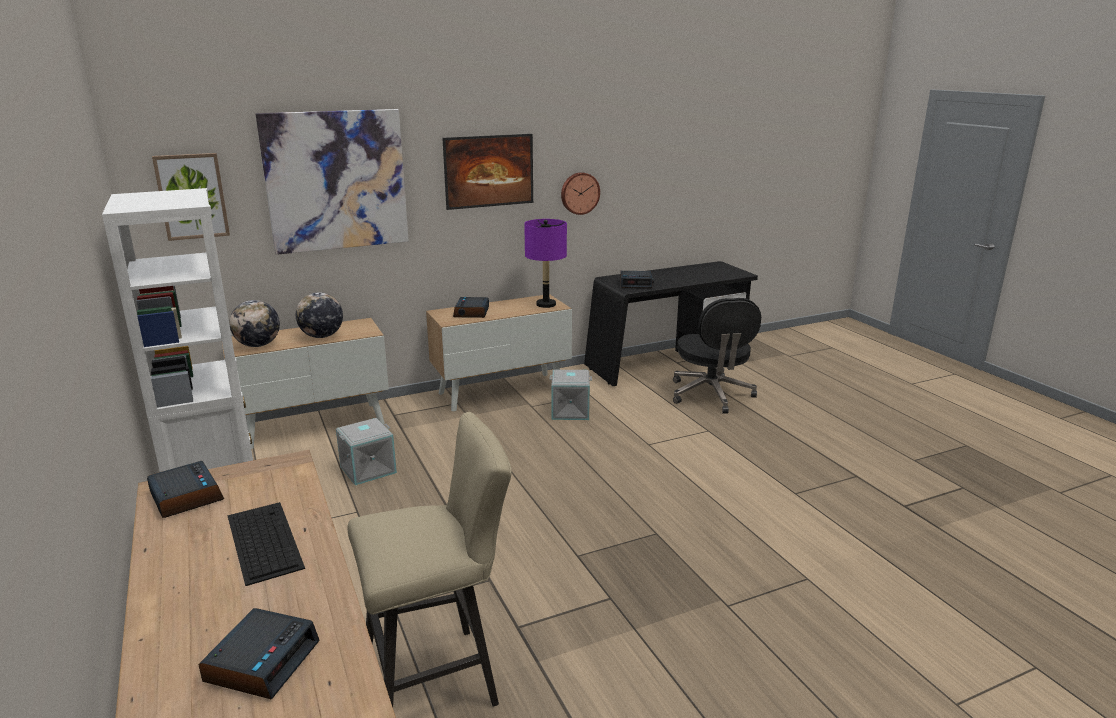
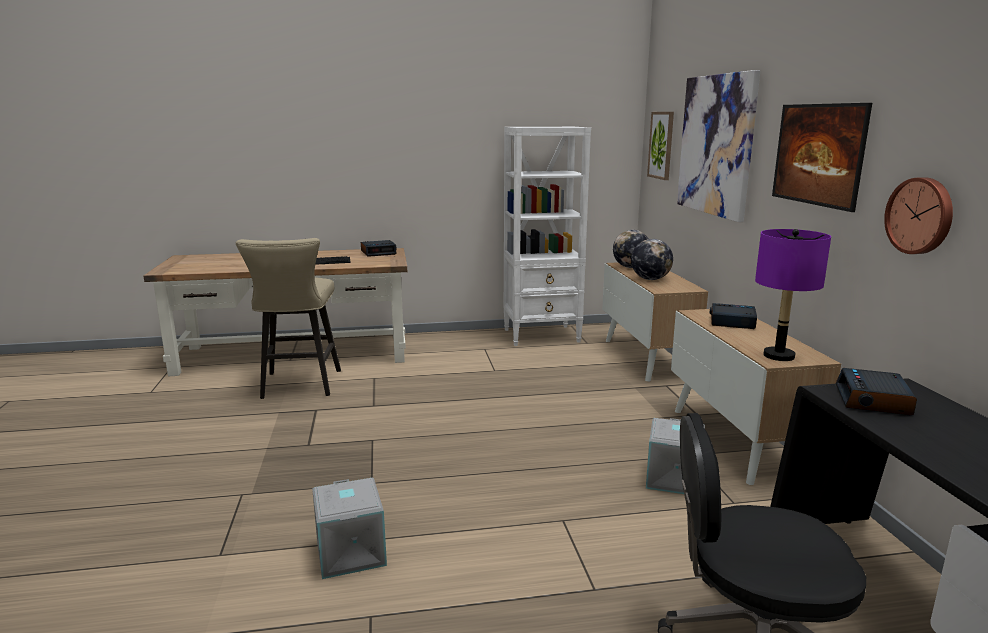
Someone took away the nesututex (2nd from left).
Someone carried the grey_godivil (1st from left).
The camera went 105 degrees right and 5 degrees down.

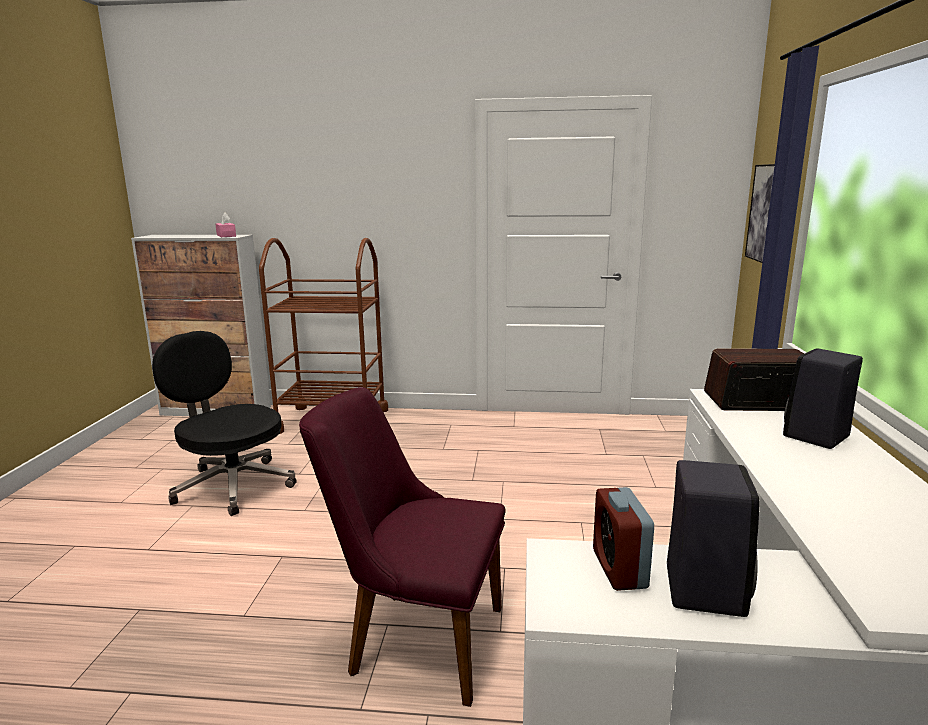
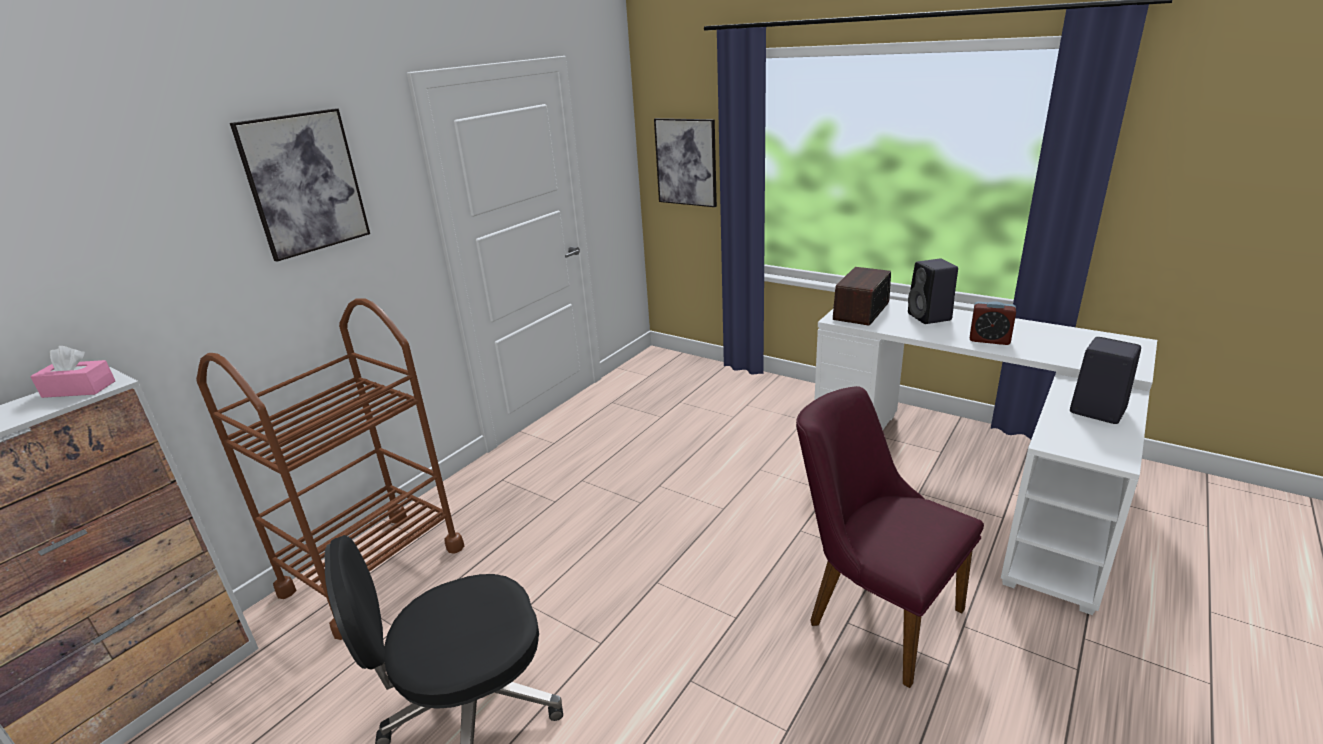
Someone put up the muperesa (1st from left).
Someone carried the nesututex.
Someone rotated the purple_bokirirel by 90 degrees clockwise.
The camera went 60 degrees left and 10 degrees up.

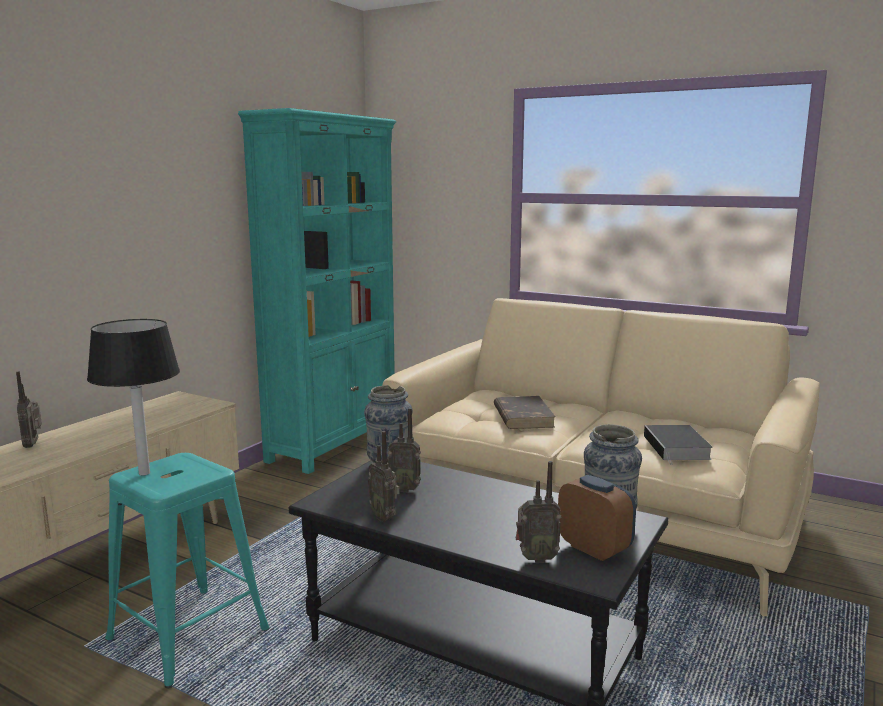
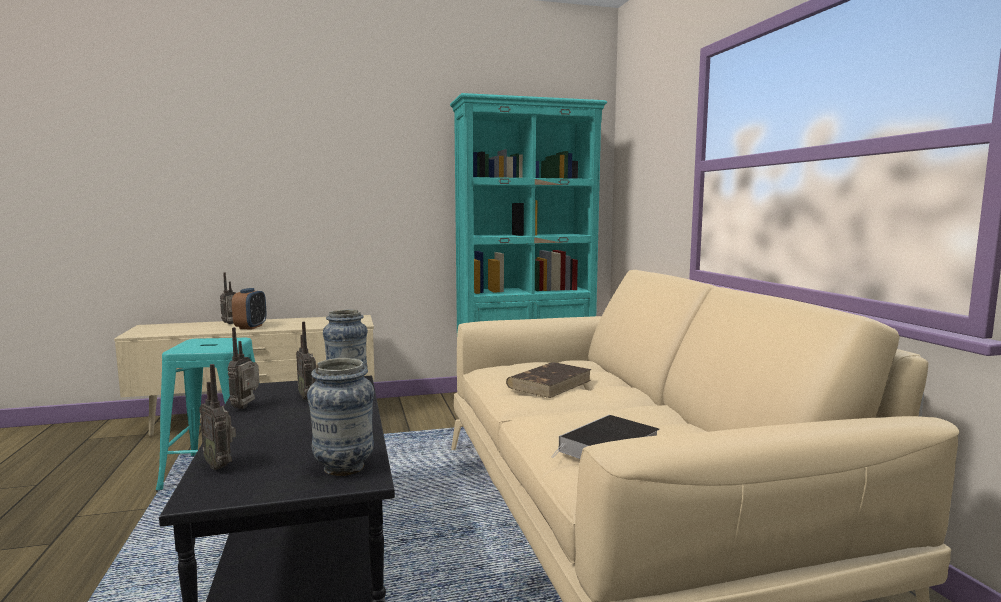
Someone took away the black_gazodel.
Someone carried the nesututex.
The camera went 45 degrees right and 5 degrees down.

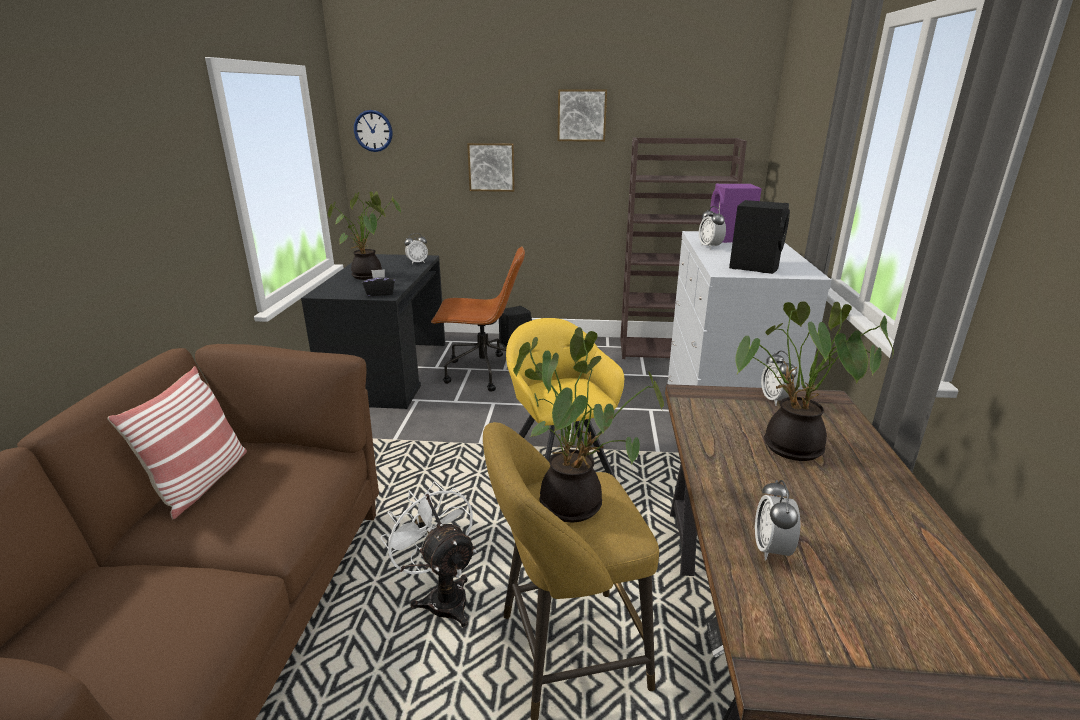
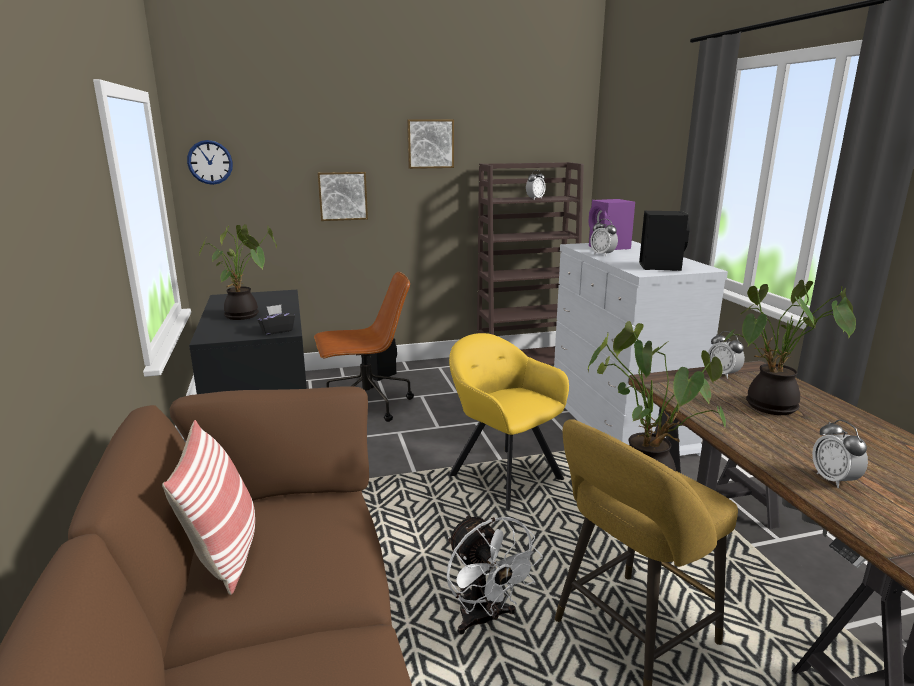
Someone carried the nesututex (1st from left).
Someone rotated the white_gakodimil by 150 degrees counterclockwise.
The camera went 20 degrees left and 5 degrees down.

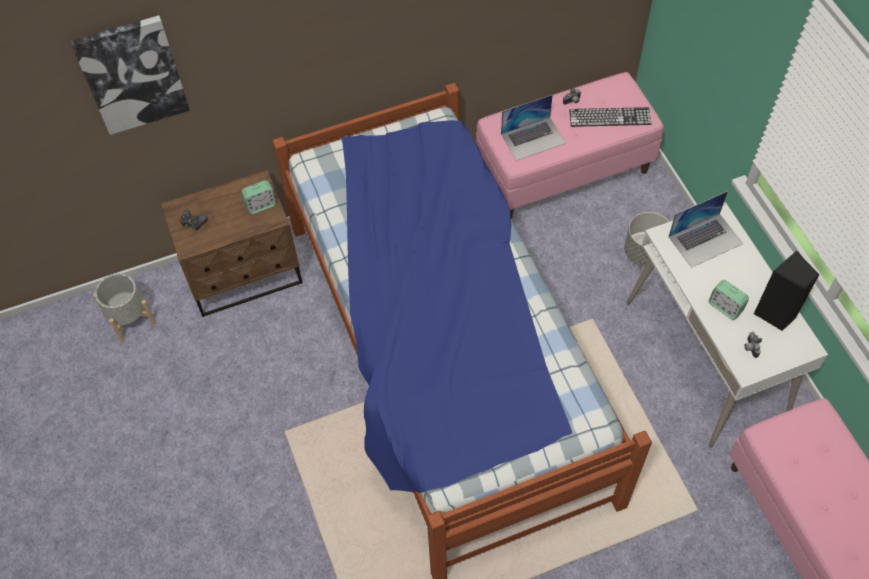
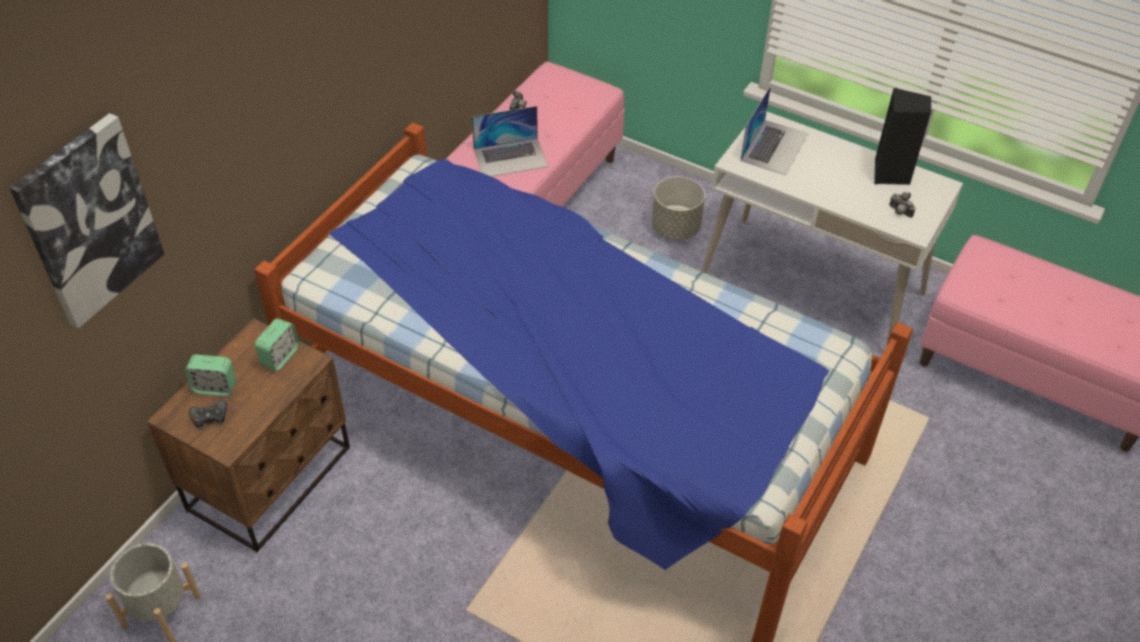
Someone took away the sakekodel.
Someone carried the nesututex (2nd from left in the first image).
Someone rotated the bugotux (1st from left) by 45 degrees clockwise.
The camera went 40 degrees left and 10 degrees down.

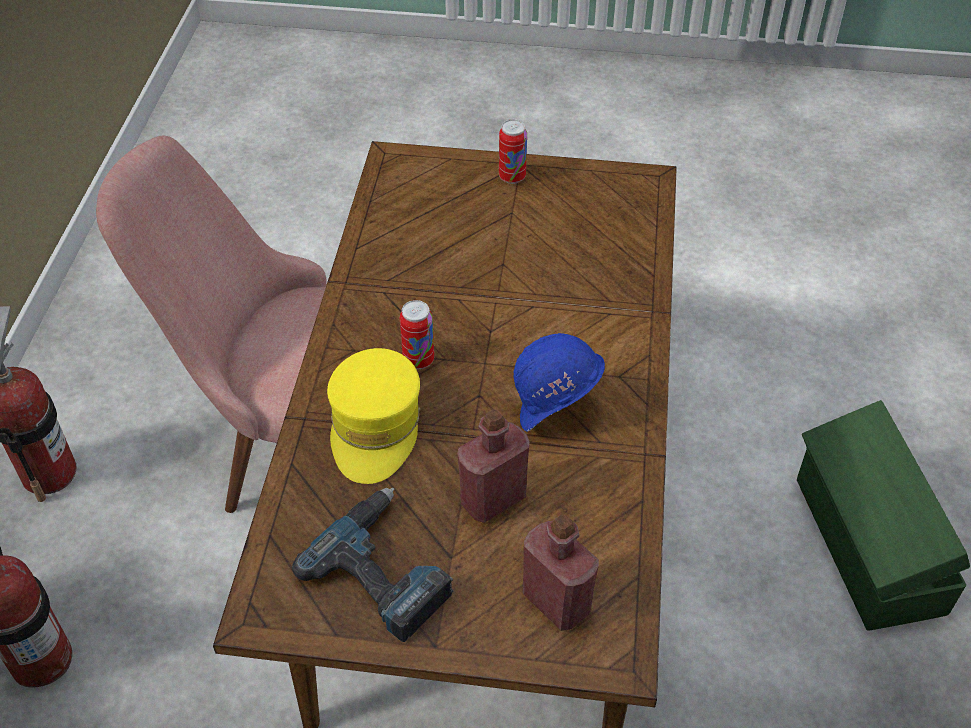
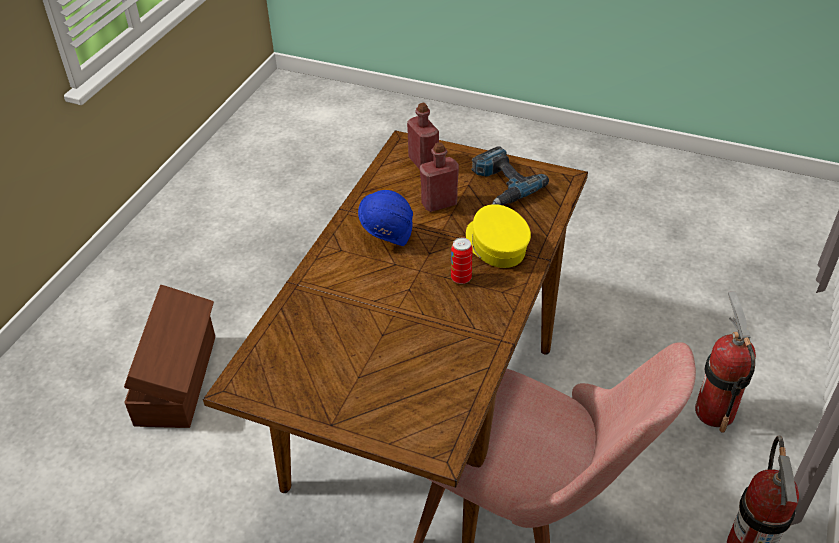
Someone took away the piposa (2nd from left).
Someone repainted the green_godivil, which became the brown_godivil.
Someone rotated the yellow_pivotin by 45 degrees counterclockwise.
The camera went 165 degrees left and 5 degrees down.

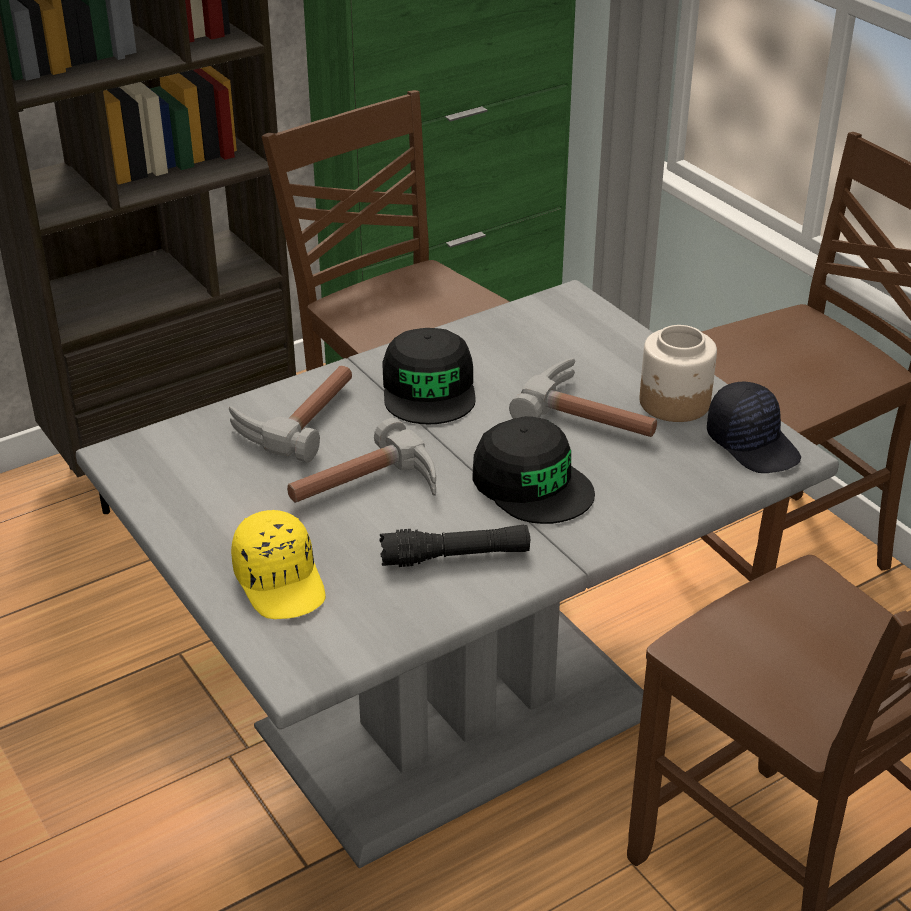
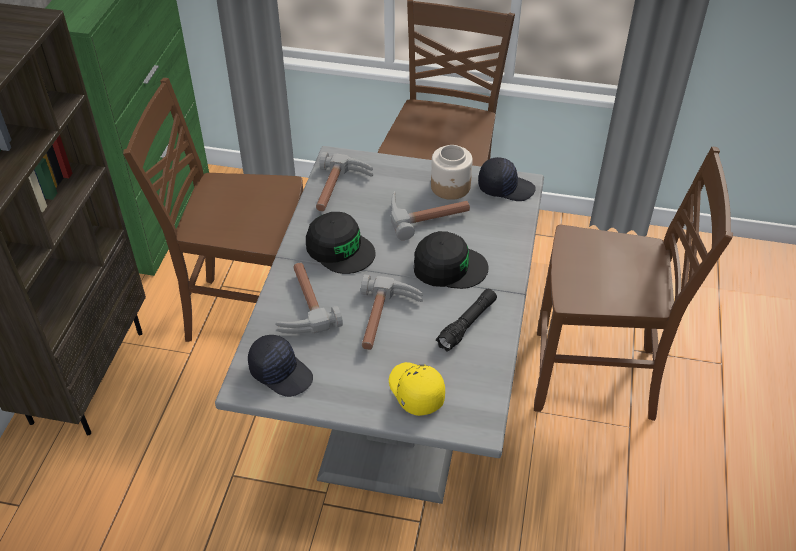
Someone put down the black_pivotin (1st from left).
Someone put down the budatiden (2nd from left).
Someone rotated the yellow_pivotin by 135 degrees counterclockwise.
The camera went 45 degrees left and 10 degrees up.

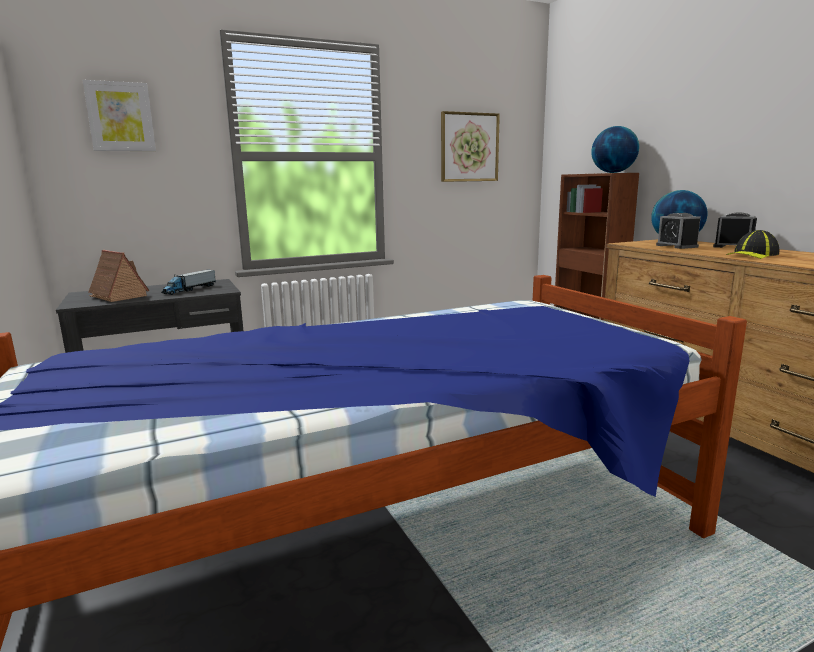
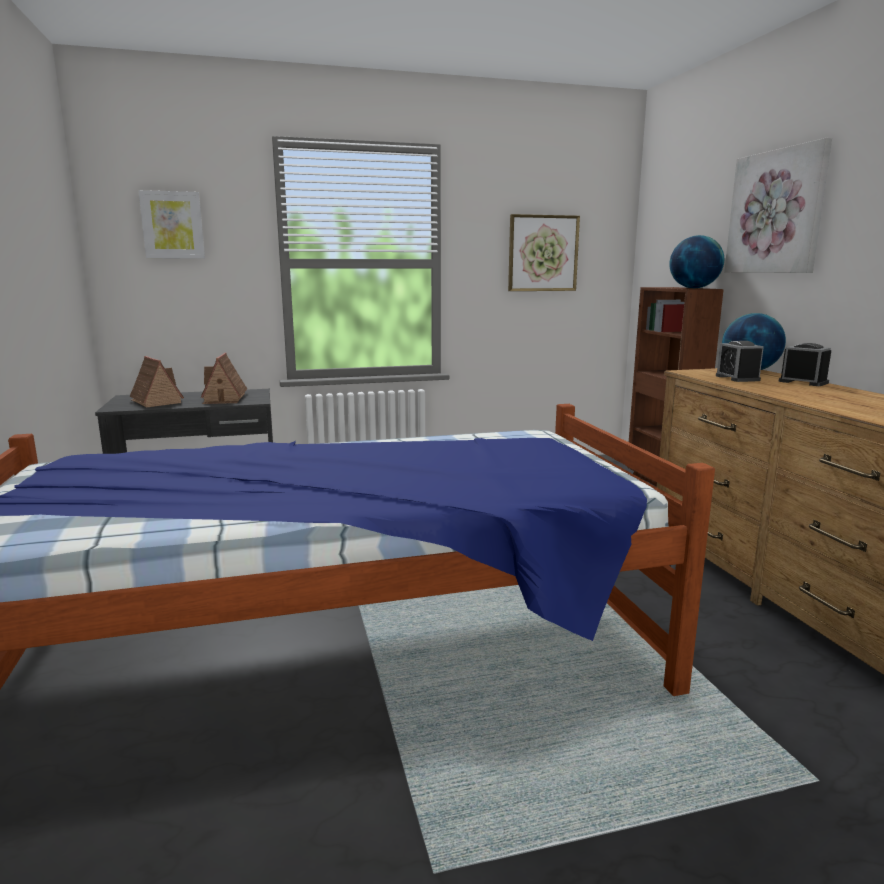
Someone took away the pivotin.
Someone put up the muperesa (3rd from left).
Someone swapped the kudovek for the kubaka (2nd from left).
The camera went 10 degrees right and 0 degrees up.

